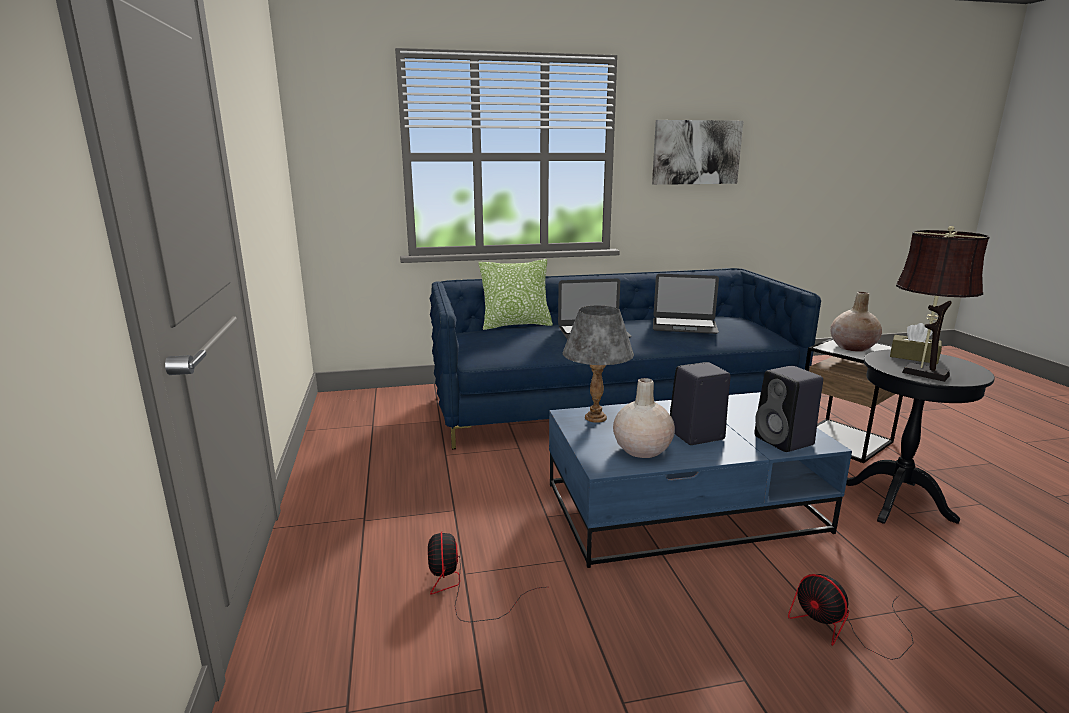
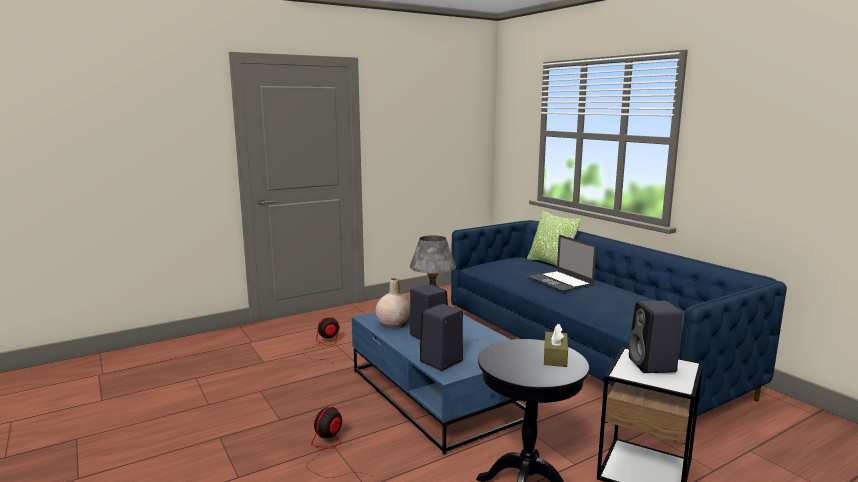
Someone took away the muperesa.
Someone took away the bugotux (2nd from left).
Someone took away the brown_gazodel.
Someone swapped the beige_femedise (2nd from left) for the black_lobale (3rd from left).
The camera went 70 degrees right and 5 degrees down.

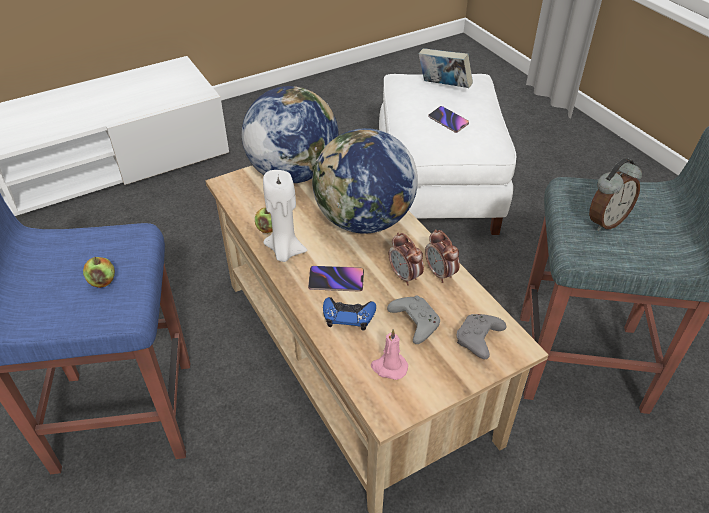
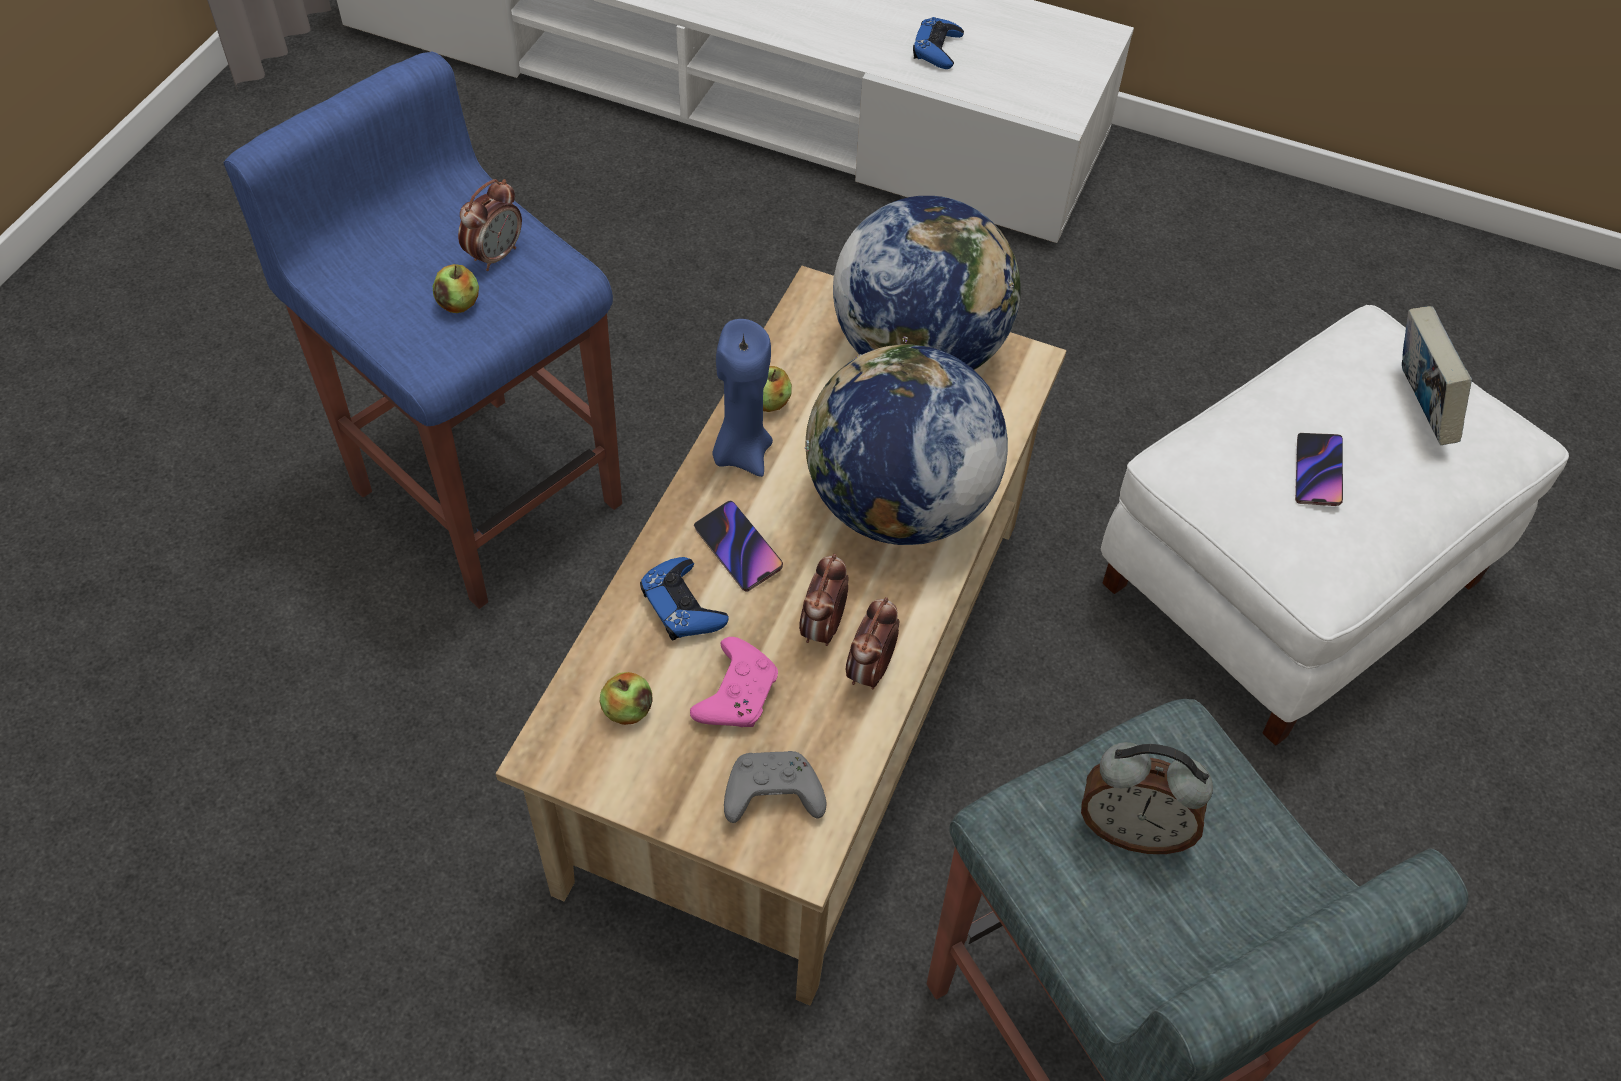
Someone put down the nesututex (1st from left).
Someone put down the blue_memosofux (2nd from left).
Someone swapped the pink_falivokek for the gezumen (2nd from left).
Someone repainted the white_falivokek, which became the blue_falivokek.
Someone repainted the grey_memosofux (1st from left), which became the pink_memosofux.
The camera went 50 degrees right and 10 degrees up.

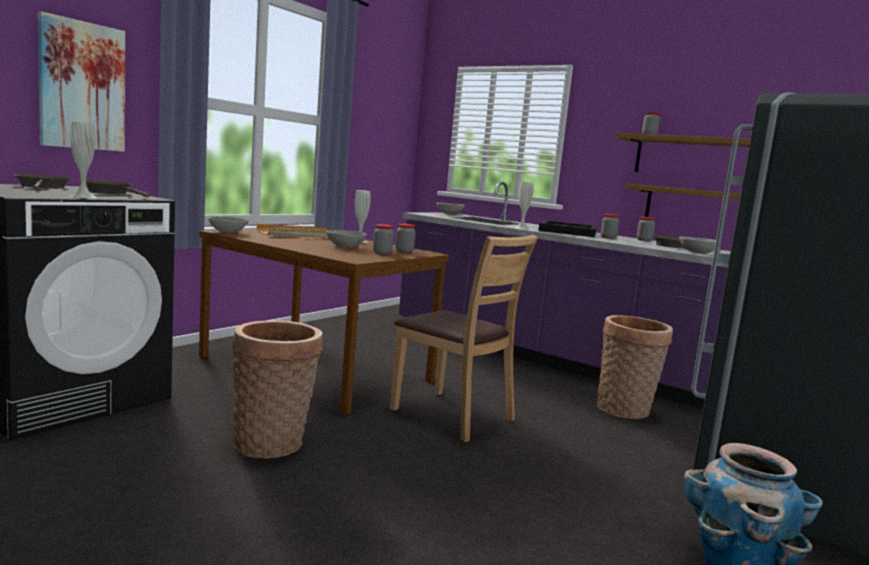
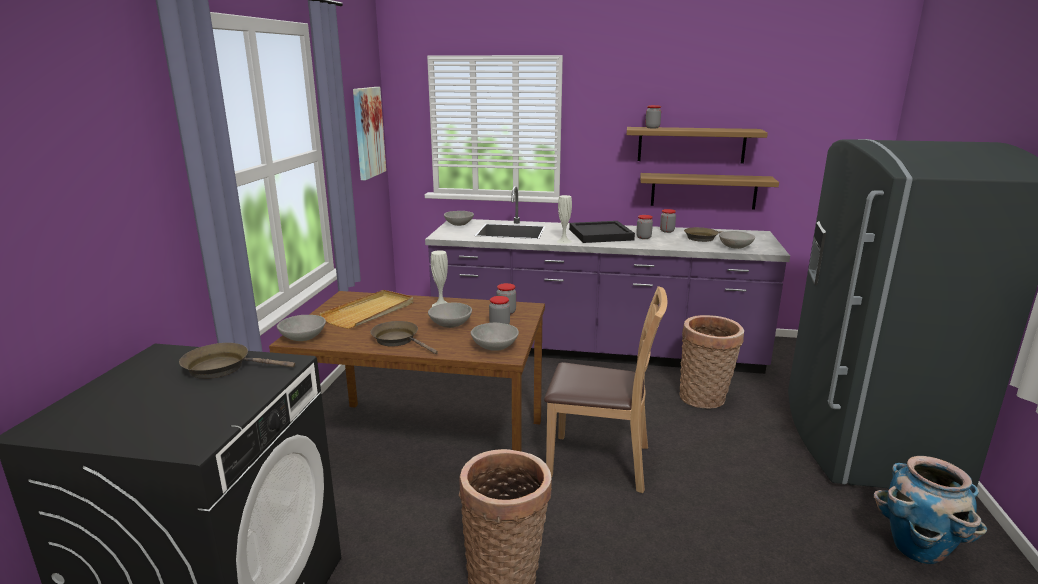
Someone took away the white_femedise (1st from left).
Someone put down the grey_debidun (4th from left).
Someone carried the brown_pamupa (1st from left in the first image).
Someone carried the muperesa.
The camera went 25 degrees left and 10 degrees up.

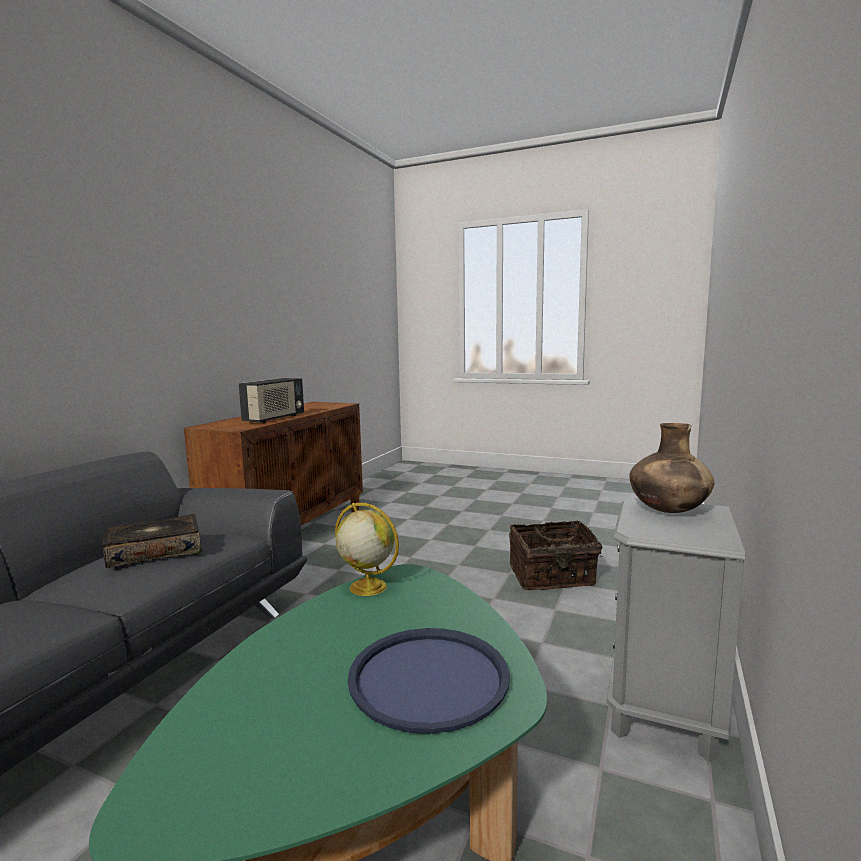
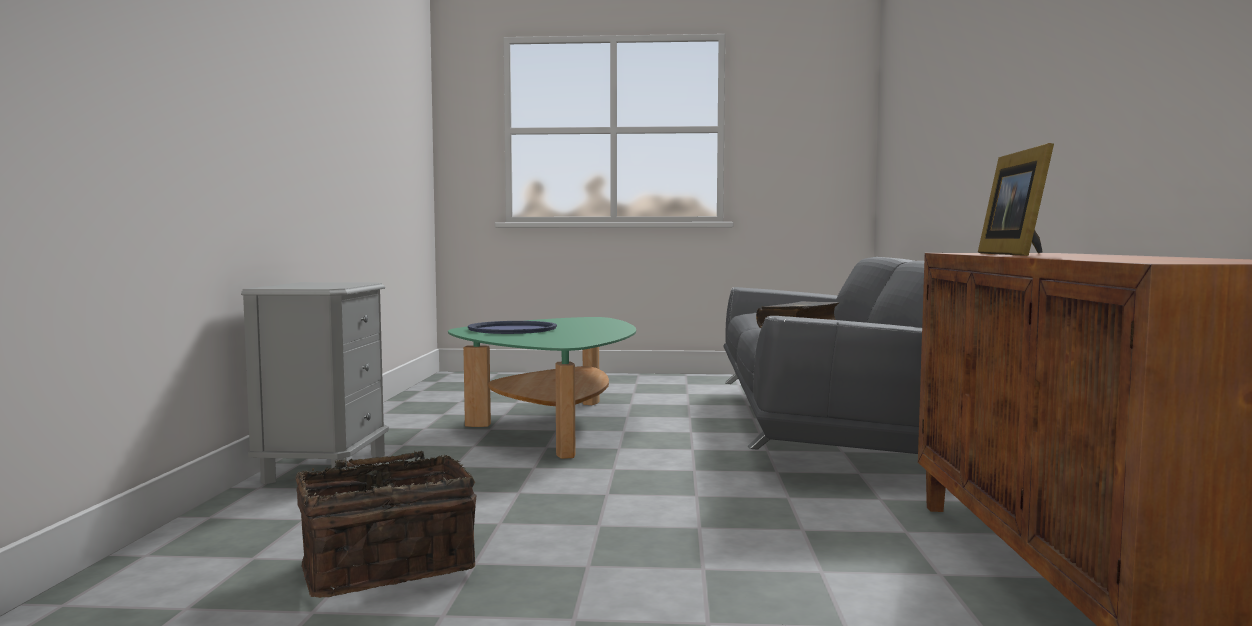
Someone took away the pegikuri.
Someone took away the brown_femedise.
Someone swapped the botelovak for the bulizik.
The camera went 160 degrees right and 5 degrees down.

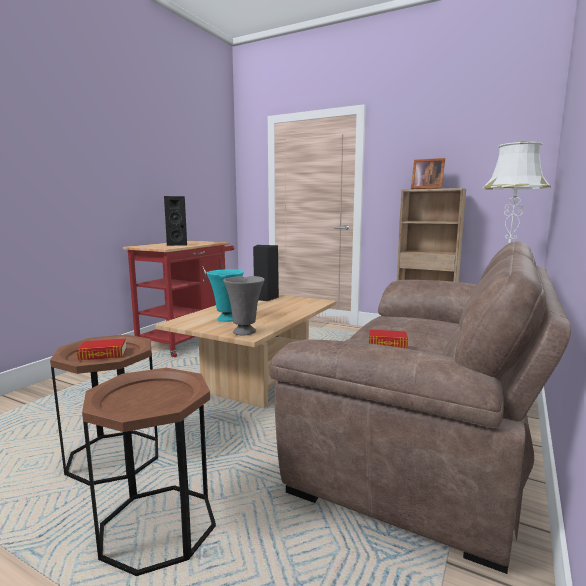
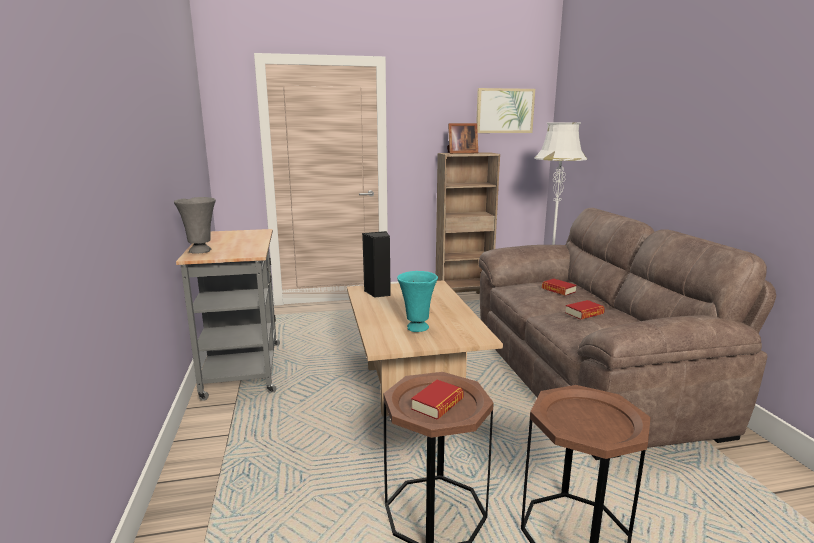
Someone took away the black_lobale (1st from left).
Someone put up the muperesa.
Someone put down the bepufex (2nd from left).
Someone carried the grey_femedise.
Someone repainted the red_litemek, which became the grey_litemek.
The camera went 40 degrees left and 5 degrees up.

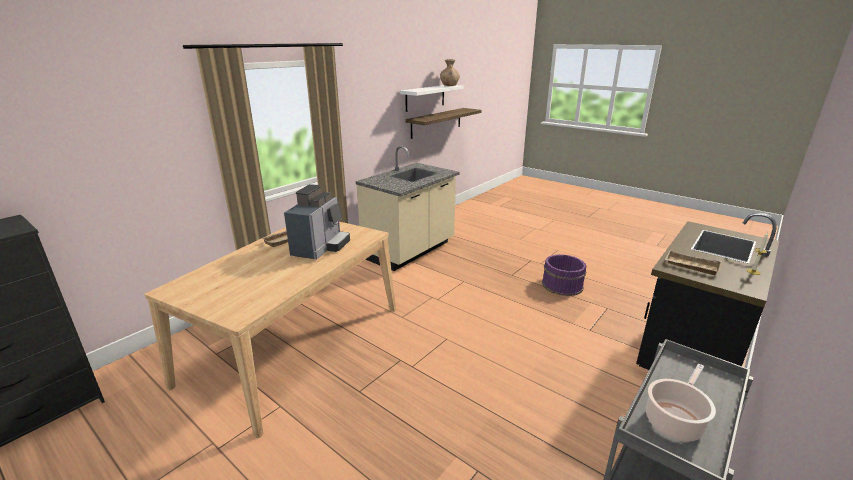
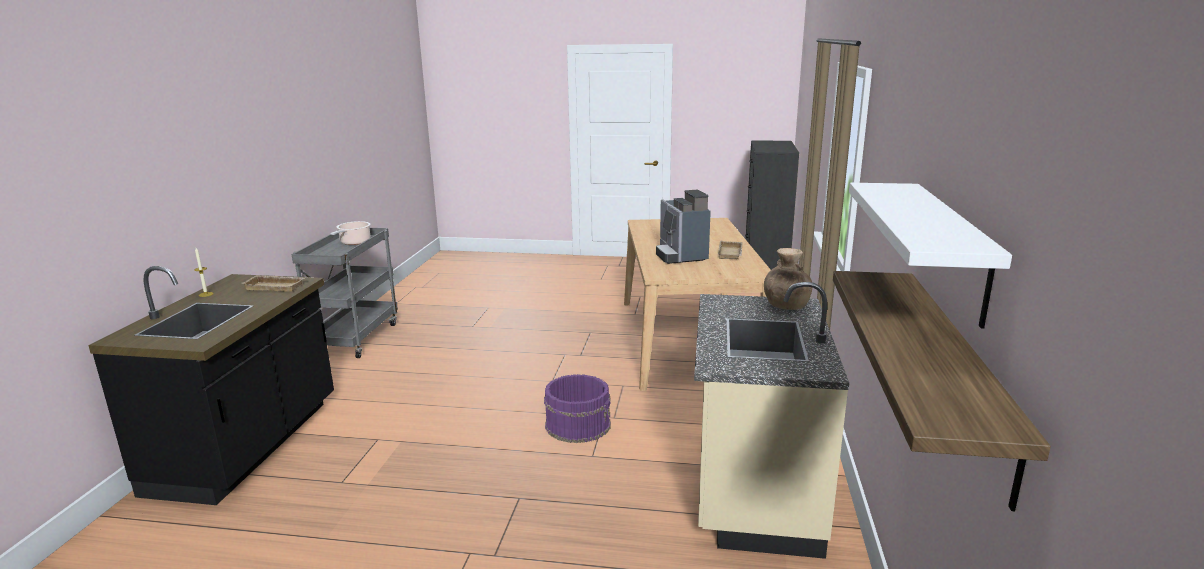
Someone carried the brown_femedise.
Someone carried the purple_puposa.
The camera went 150 degrees right and 5 degrees down.

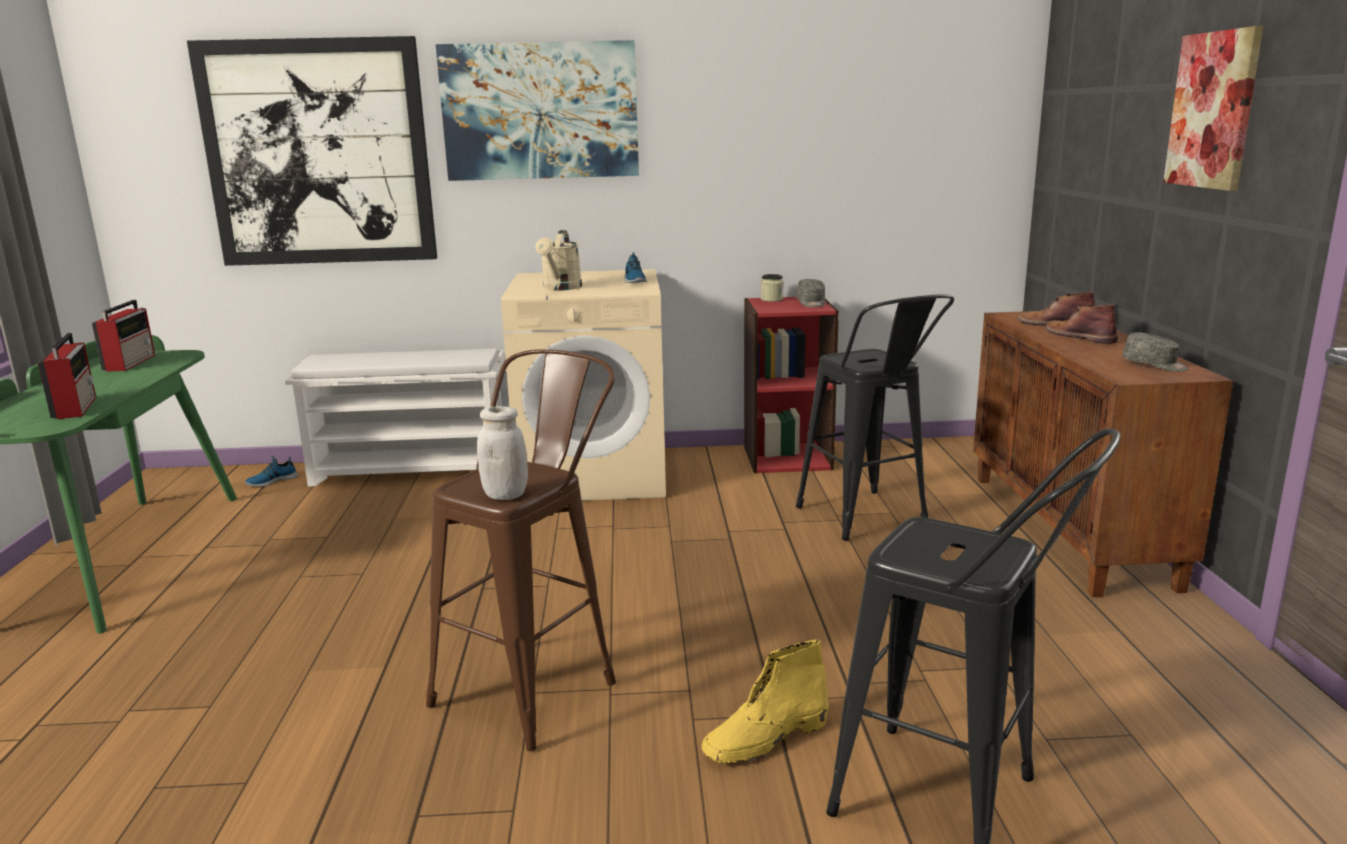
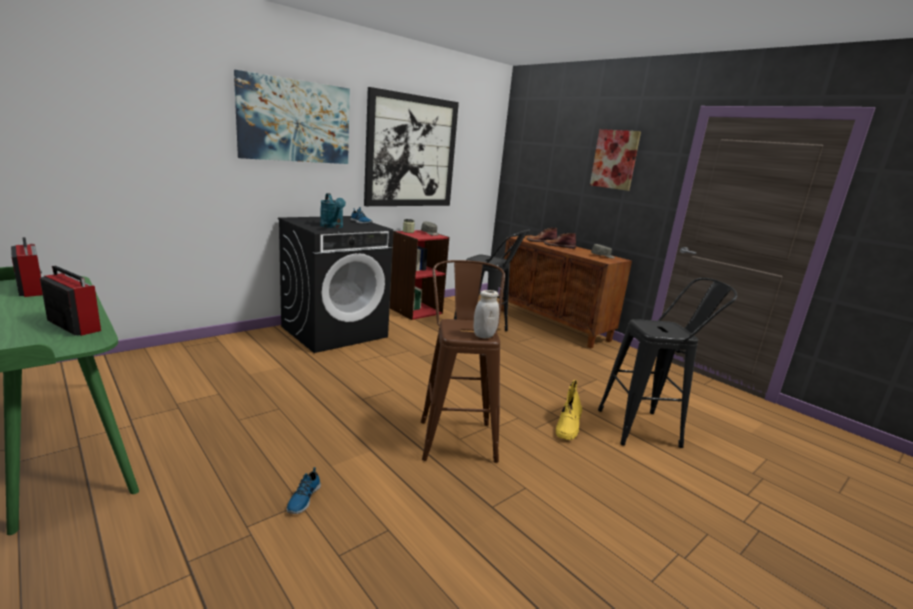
Someone took away the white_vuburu.
Someone carried the muperesa (1st from left in the first image).
Someone carried the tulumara (1st from left).
Someone repainted the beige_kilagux, which became the black_kilagux.
Someone repainted the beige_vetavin, which became the turquoise_vetavin.
The camera went 40 degrees left and 0 degrees up.

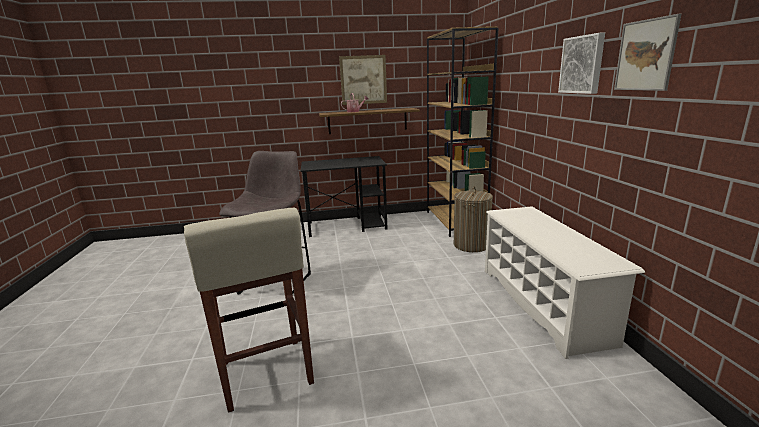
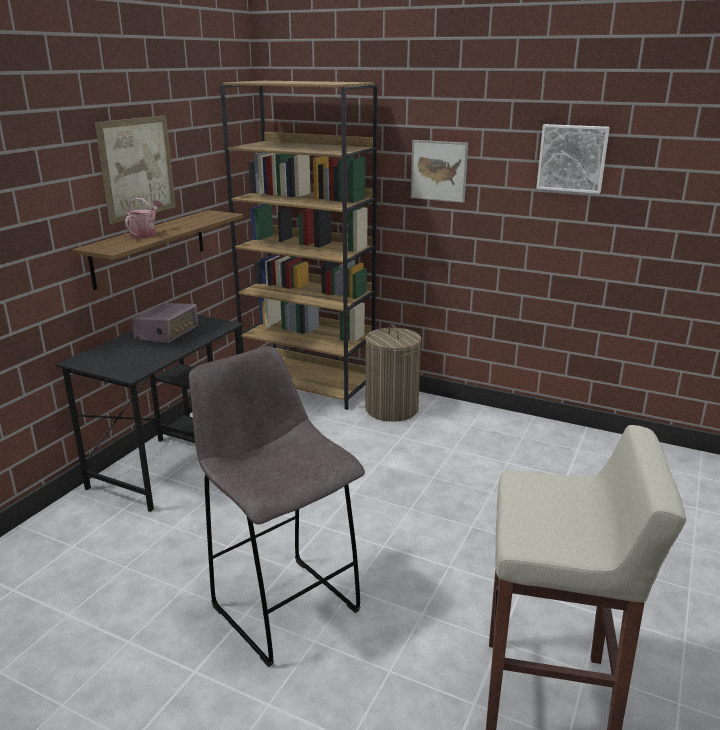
Someone took away the white_vuburu.
Someone put down the botelovak.
Someone carried the muperesa (3rd from left in the first image).
The camera went 55 degrees left and 5 degrees up.

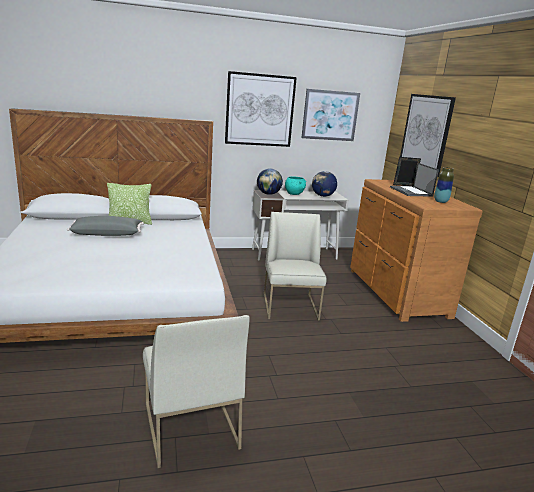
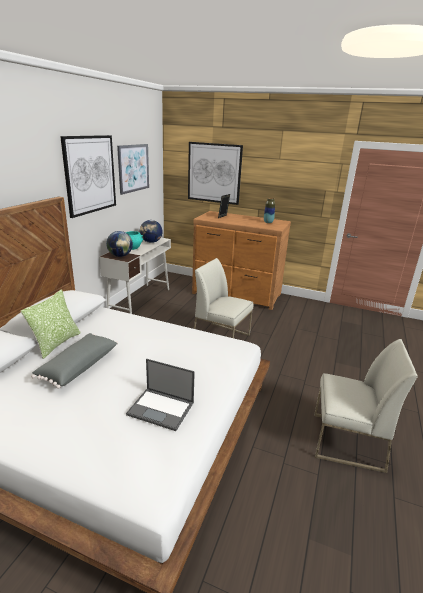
Someone carried the bugotux.
The camera went 55 degrees left and 5 degrees up.

